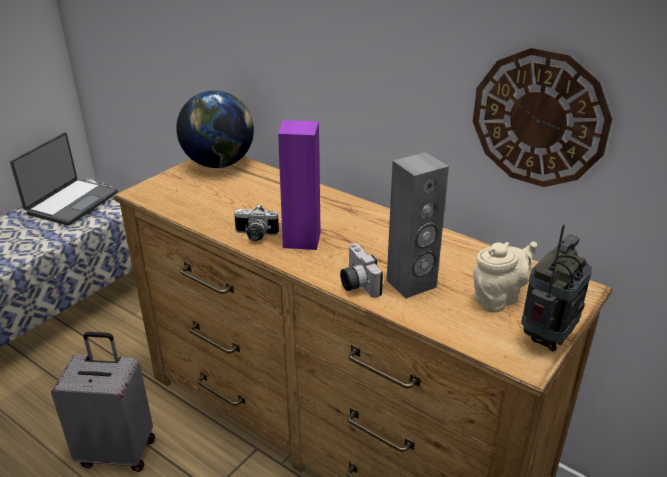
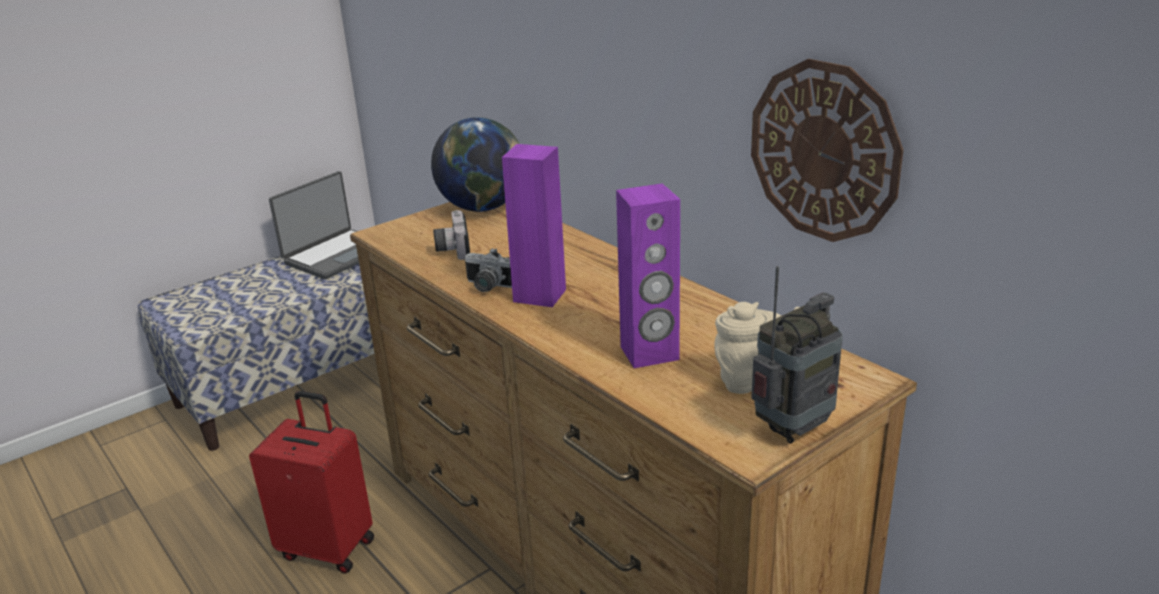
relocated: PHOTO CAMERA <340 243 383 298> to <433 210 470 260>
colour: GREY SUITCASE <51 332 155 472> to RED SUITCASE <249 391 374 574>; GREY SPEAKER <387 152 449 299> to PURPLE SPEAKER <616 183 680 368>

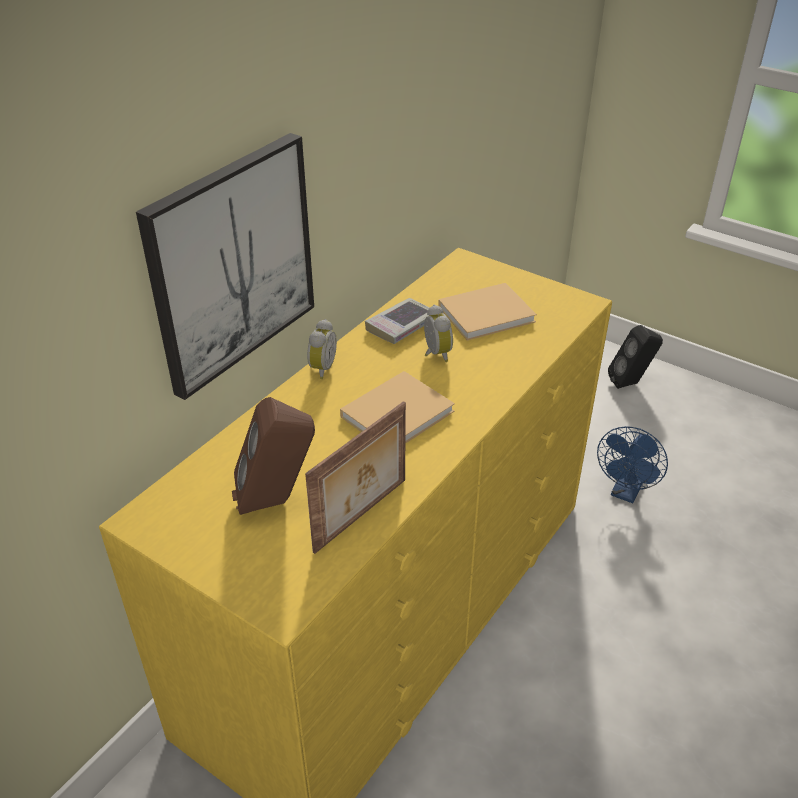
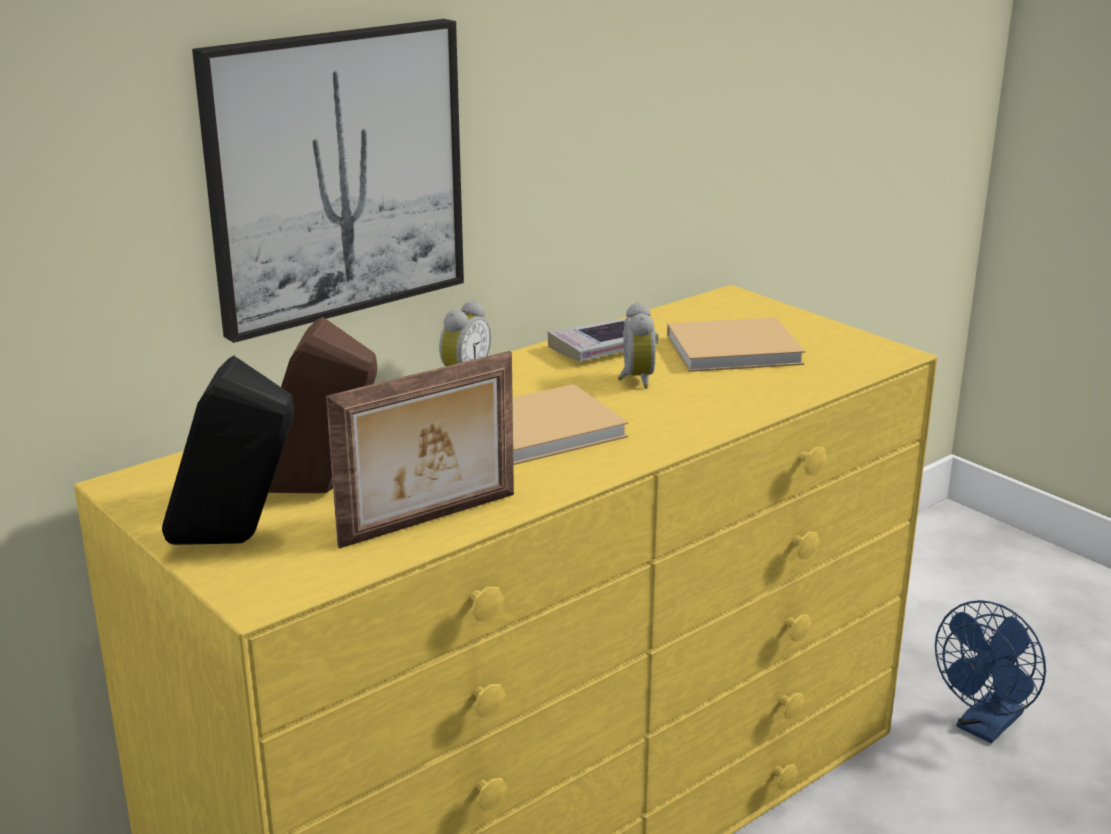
relocated: BLACK SPEAKER <608 325 663 389> to <162 356 294 545>

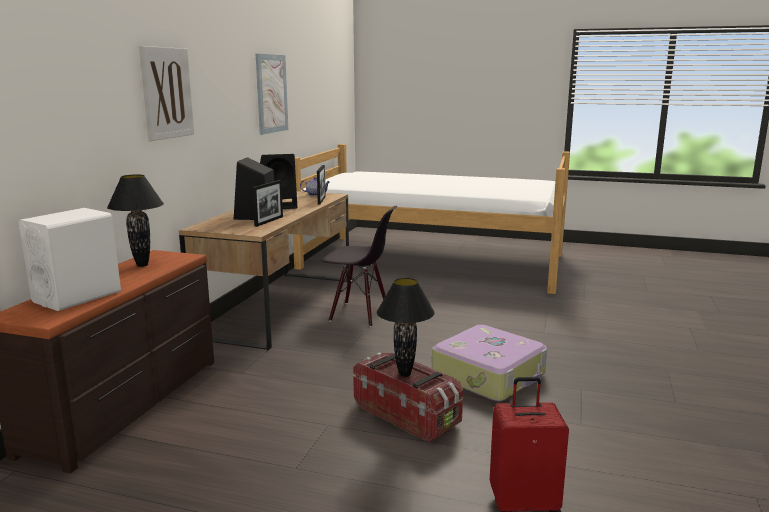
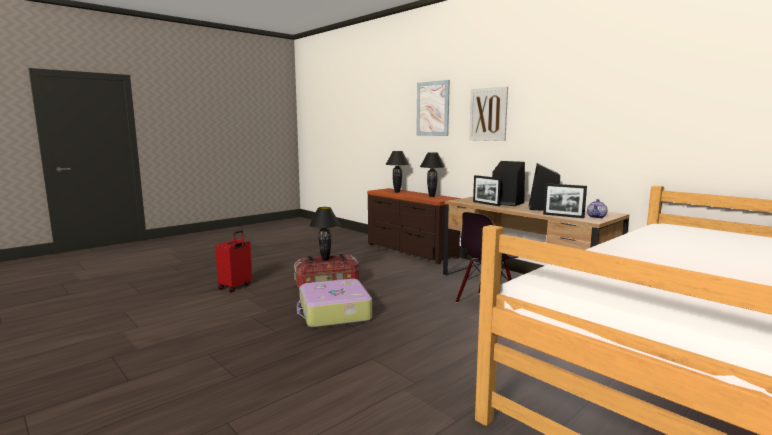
relocated: PICTURE <256 54 288 135> to <416 80 450 136>
exchanged: WHITE SPEAKER <19 208 121 311> to BLACK TABLE LAMP <386 151 409 192>

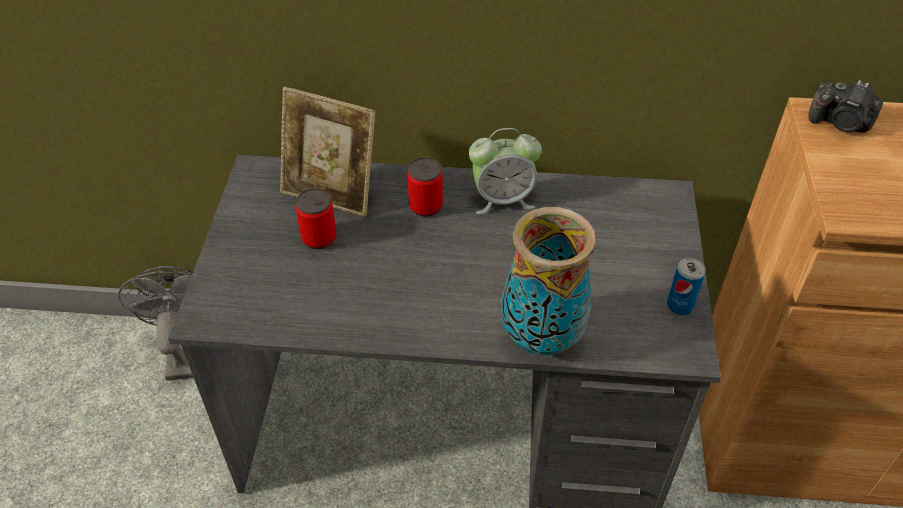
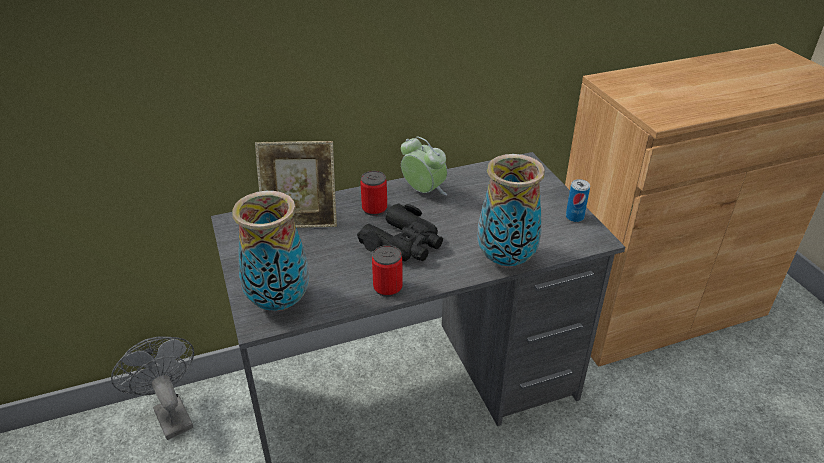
missing: PHOTO CAMERA <808 80 883 133>
appeared: VASE <232 191 310 311>; BLACK BINOCULARS <357 203 443 261>
relocated: CAN <296 189 336 249> to <372 245 403 297>
spun: ALARM CLOCK <469 128 542 214> = <401 136 447 196> 105 degrees counterclockwise

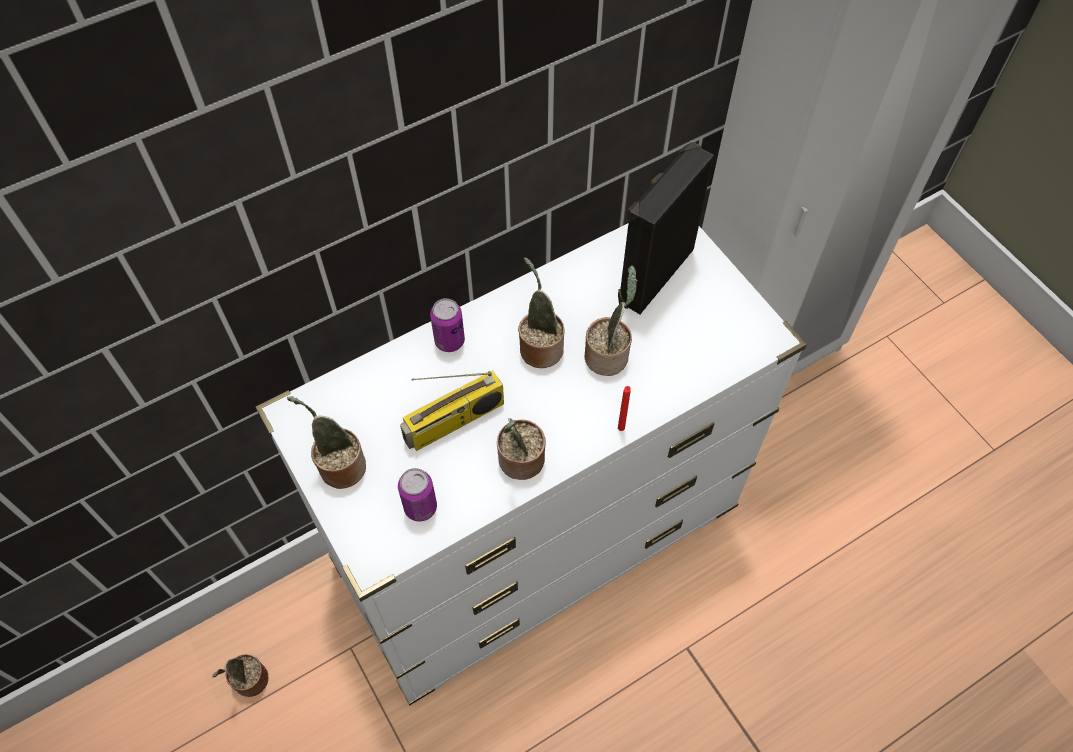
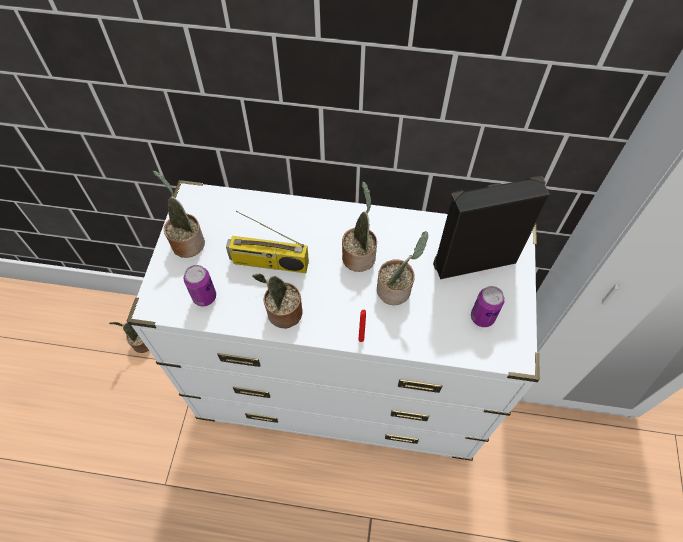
relocated: CAN <430 298 465 352> to <471 286 505 327>

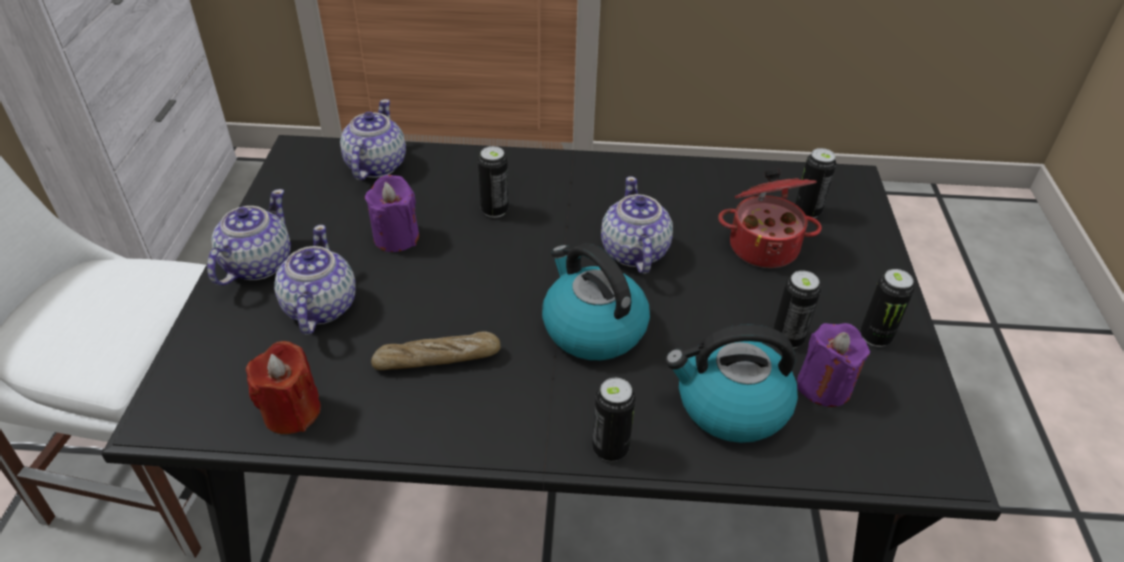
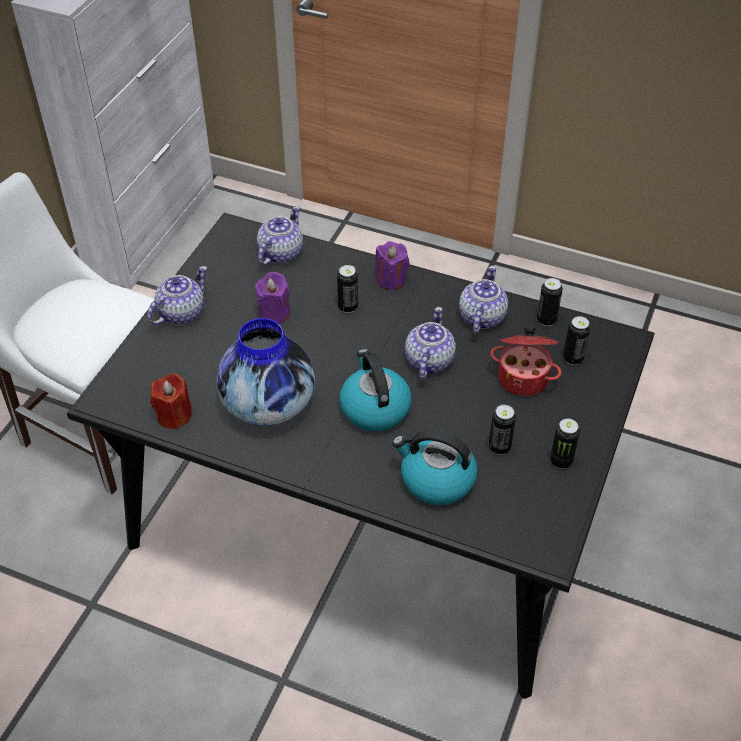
relocated: PURPLE CANDLE <797 323 870 407> to <375 241 409 290>; TEAPOT <274 225 356 335> to <459 266 508 334>; CAN <592 378 635 462> to <537 278 563 326>
exchanged: BREAD <371 331 501 370> to VASE <216 318 315 425>

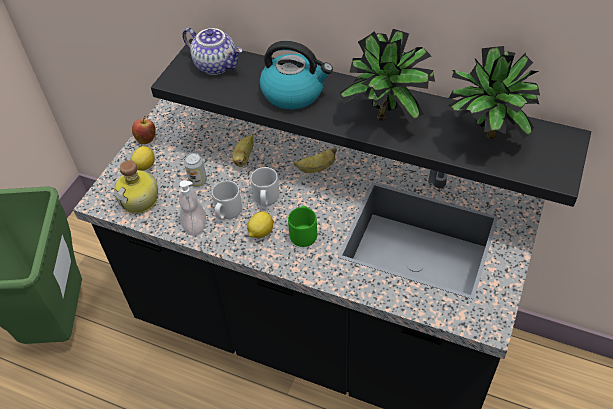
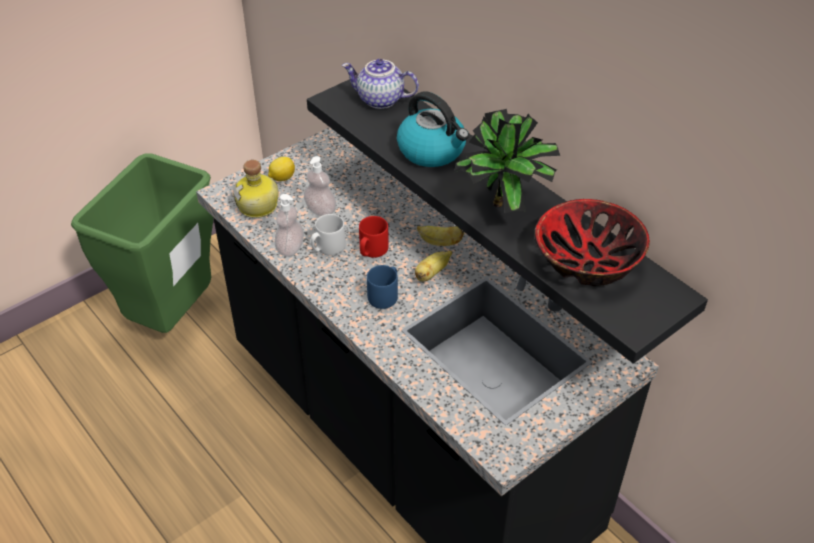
missing: APPLE <132 116 156 145>; LEMON <247 212 273 238>
relocated: BANANA <232 134 254 167> to <415 251 452 282>
exchanged: CAN <184 153 207 187> to SOAP DISPENSER <304 156 336 216>; POTTED PLANT <448 46 540 139> to BOWL <534 199 650 286>
colour: GREY MUG <251 167 279 207> to RED MUG <359 216 389 258>; GREEN MUG <288 206 317 247> to BLUE MUG <367 265 398 309>
spun: TEAPOT <182 28 242 75> = <342 59 419 109> 135 degrees clockwise

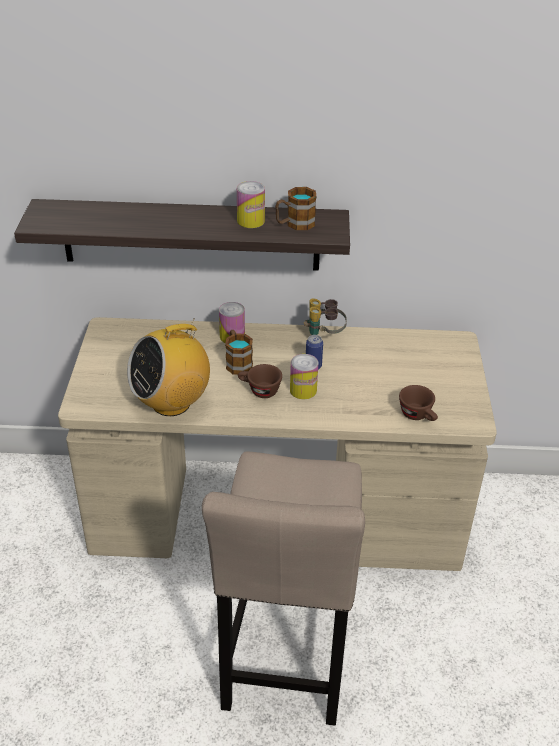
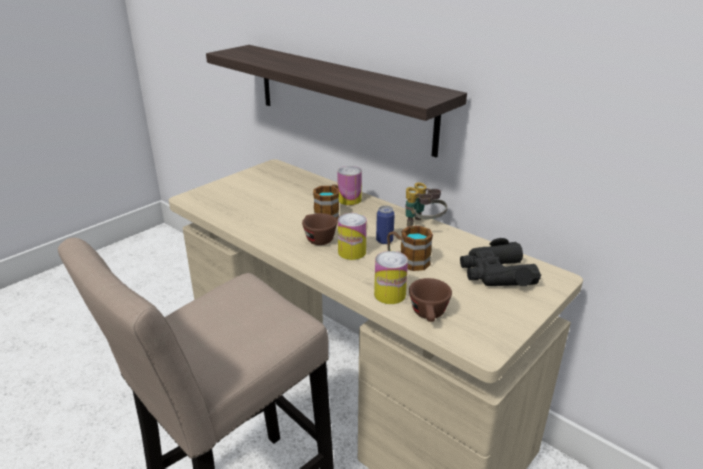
missing: RADIO <127 318 210 416>
appeared: BLACK BINOCULARS <460 238 541 286>
relocated: CAN <237 181 265 228> to <374 251 408 304>; MUG <275 187 317 230> to <387 226 433 271>

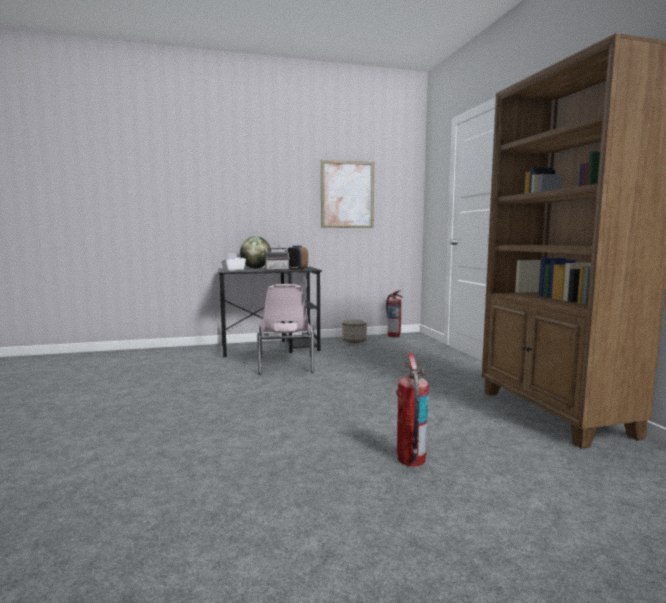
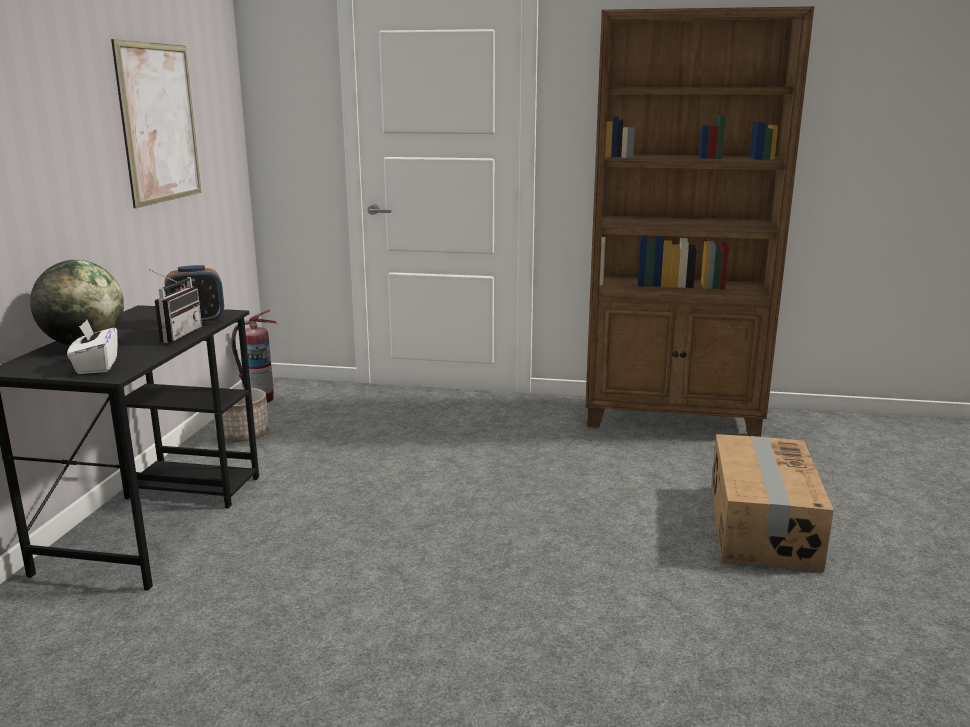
missing: PINK CHAIR <257 284 314 374>
exchanged: FIRE EXTINGUISHER <396 353 428 466> to CARDBOARD BOX <711 434 834 572>

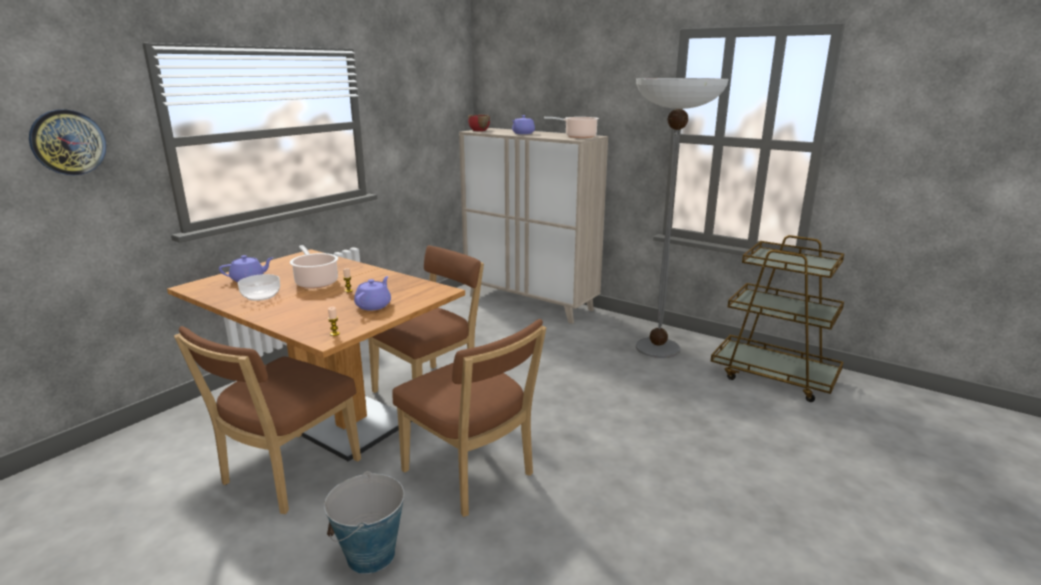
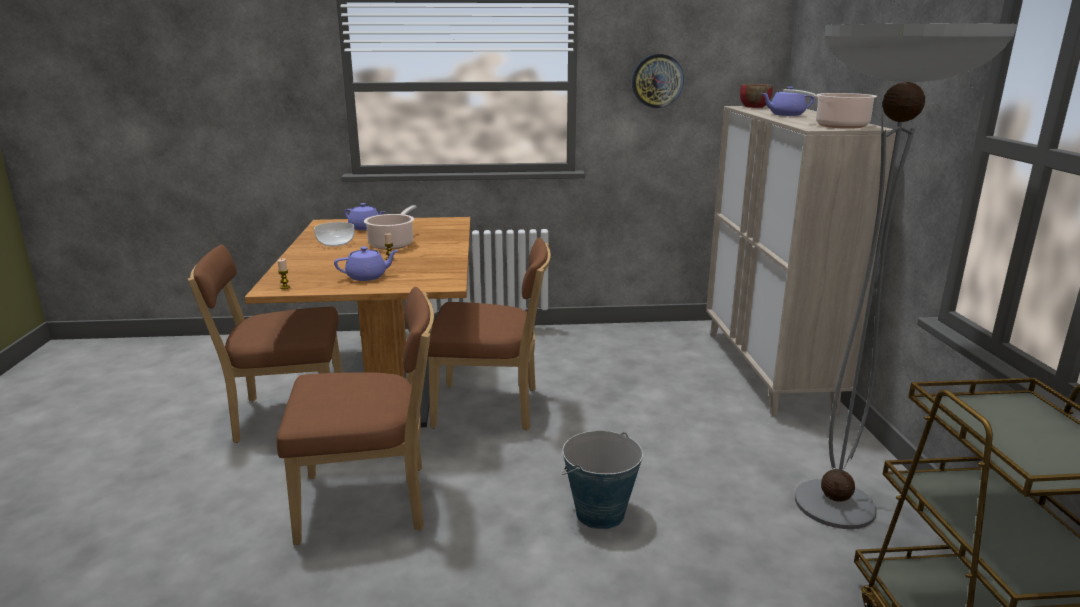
relocated: BUCKET <324 471 404 574> to <561 430 643 530>; WALL CLOCK <29 109 106 175> to <632 54 684 108>
spun: BROWN CHAIR <392 319 546 517> = <277 287 434 545> 105 degrees counterclockwise

